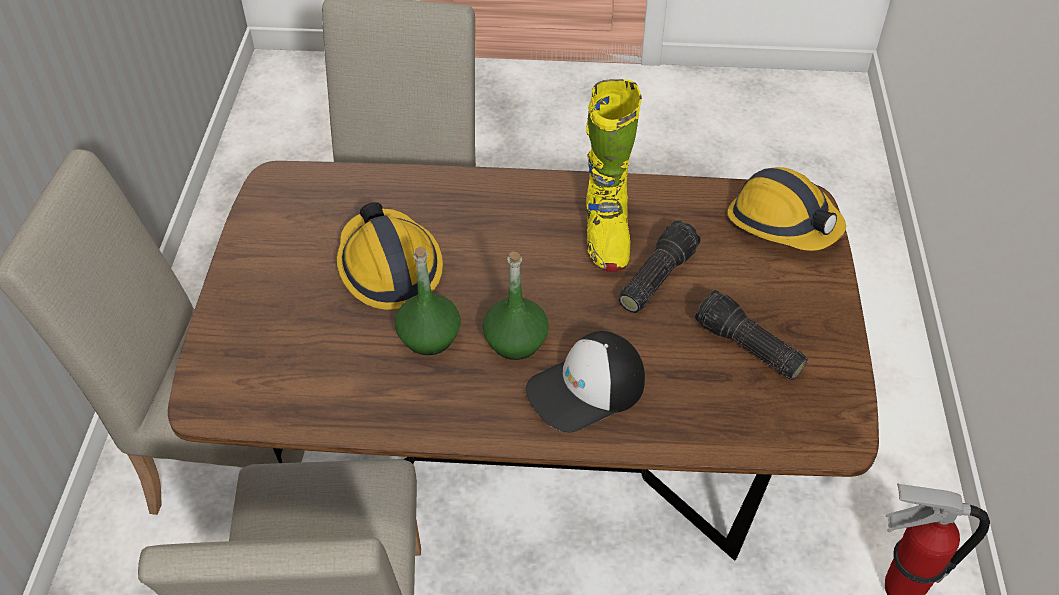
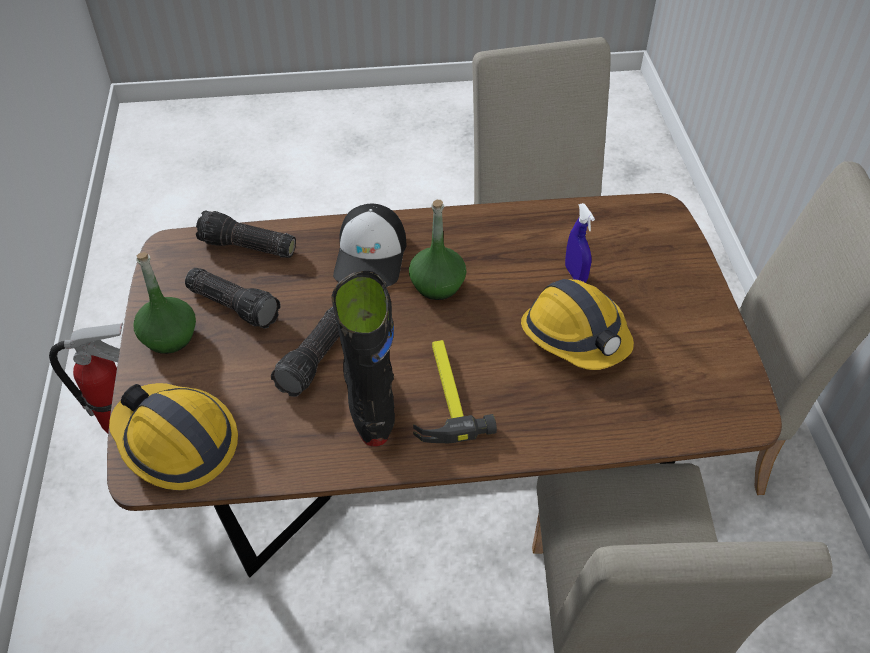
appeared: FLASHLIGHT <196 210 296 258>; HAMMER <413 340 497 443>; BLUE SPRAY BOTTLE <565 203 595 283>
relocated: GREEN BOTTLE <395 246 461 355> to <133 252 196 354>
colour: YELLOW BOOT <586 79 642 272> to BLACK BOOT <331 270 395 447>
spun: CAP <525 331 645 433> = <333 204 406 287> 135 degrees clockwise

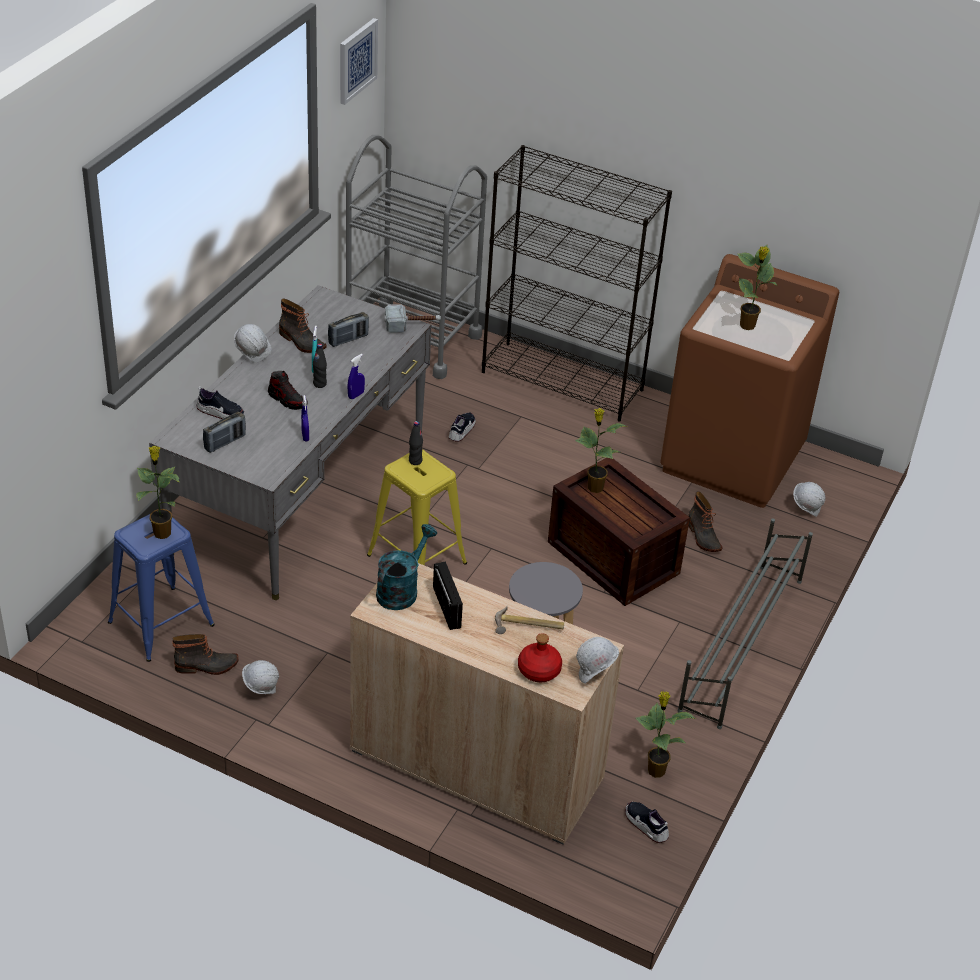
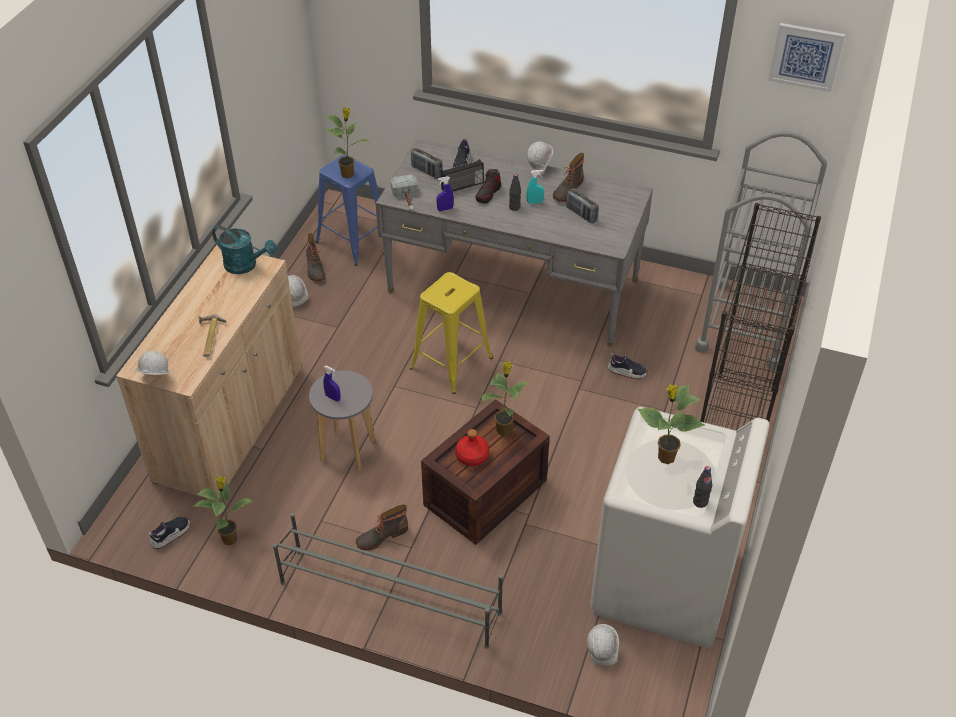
relocated: BLUE SPRAY BOTTLE <347 354 365 399> to <323 365 341 402>; BOOT <688 491 723 552> to <356 504 408 550>; HAMMER <384 304 441 333> to <390 175 418 211>; RADIO <433 562 463 630> to <441 159 484 191>; RED BOTTLE <518 633 562 682> to <455 429 490 466>; BLACK BOTTLE <409 421 423 465> to <693 466 712 508>
colour: BROWN WASHING MACHINE <660 254 839 508> to WHITE WASHING MACHINE <590 407 770 648>

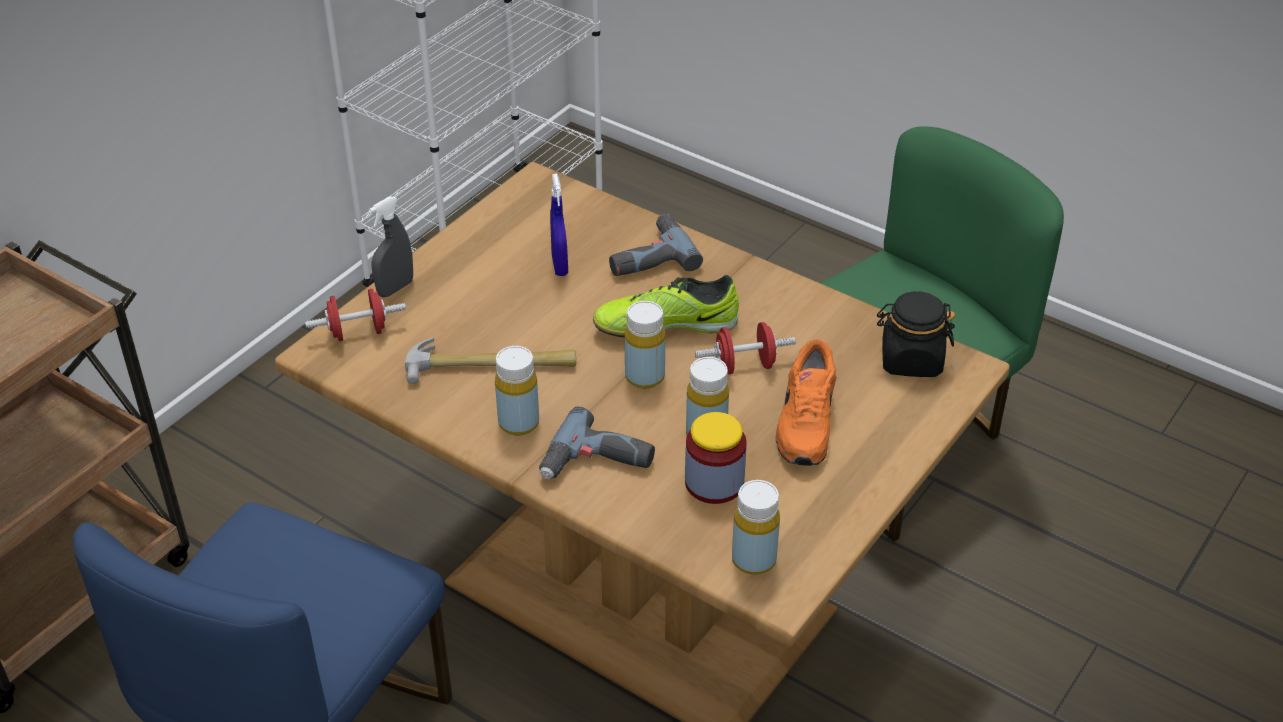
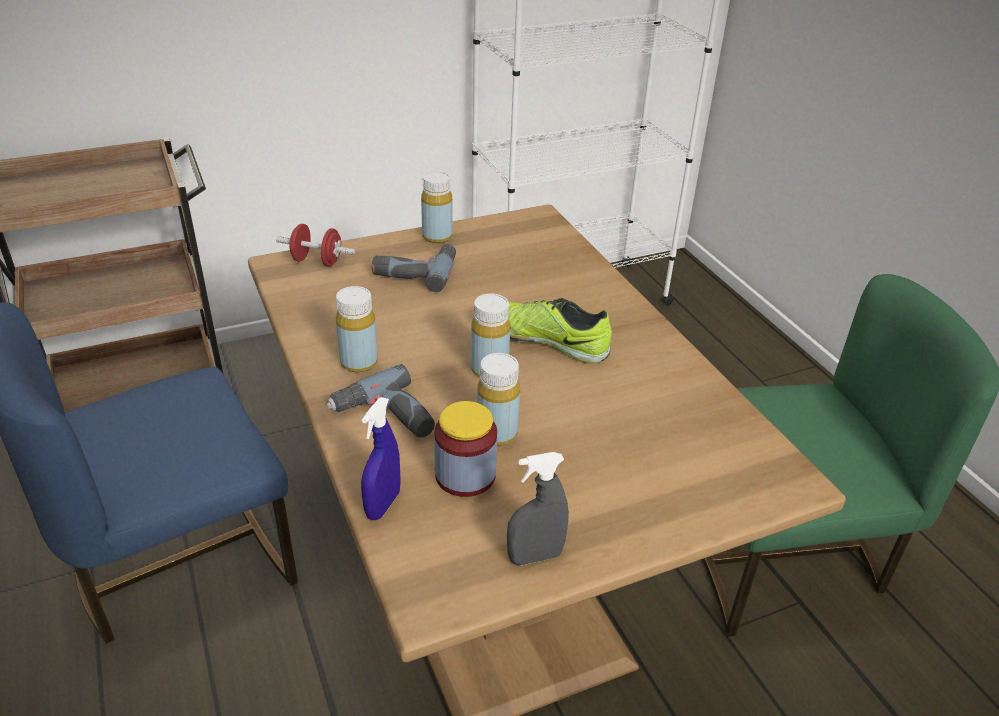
missing: HAMMER <405 338 576 384>; RED DUMBBELL <695 322 796 374>; ORANGE SHOE <776 339 836 466>; BLACK JAR <877 291 955 377>
relocated: BLUE SPRAY BOTTLE <550 173 568 276> to <361 397 401 520>; POWER DRILL <609 214 703 276> to <372 244 456 292>; YELLOW BOTTLE <732 480 780 575> to <421 171 453 243>; GREY SPRAY BOTTLE <369 196 413 297> to <507 452 569 565>

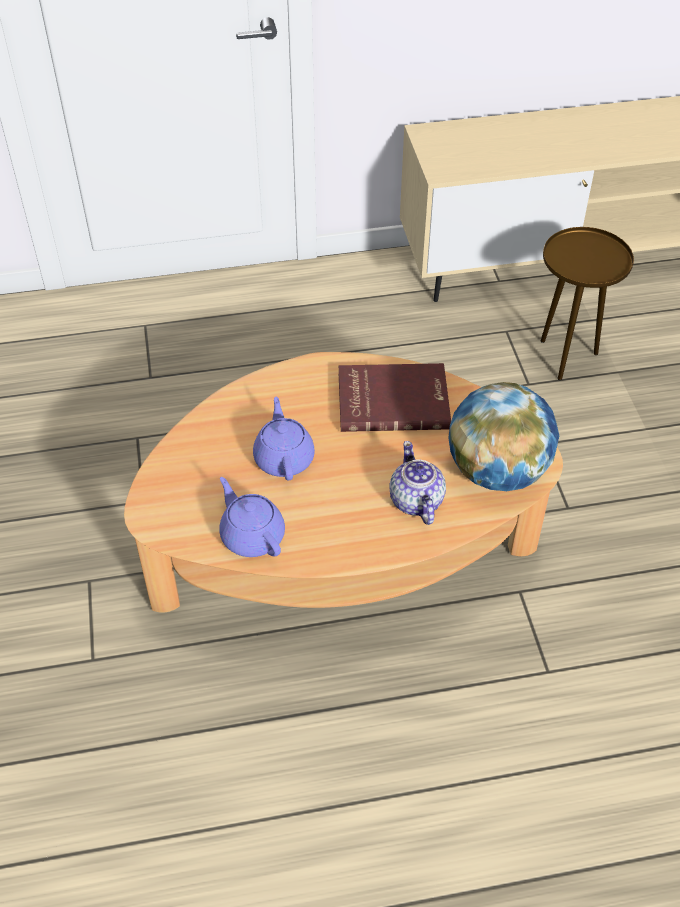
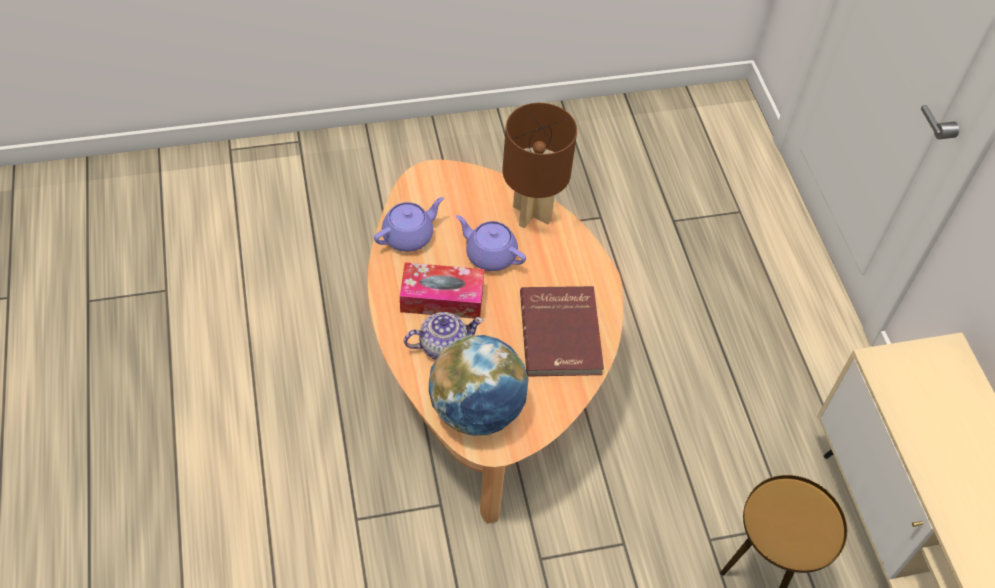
appeared: TISSUE BOX <400 262 484 319>; BROWN TABLE LAMP <503 103 577 229>
spun: PURPLE TEAPOT <253 397 315 481> = <456 215 526 271> 135 degrees counterclockwise

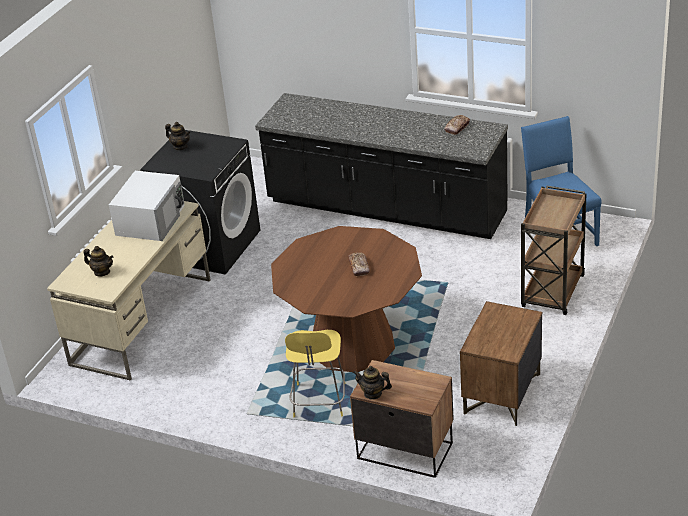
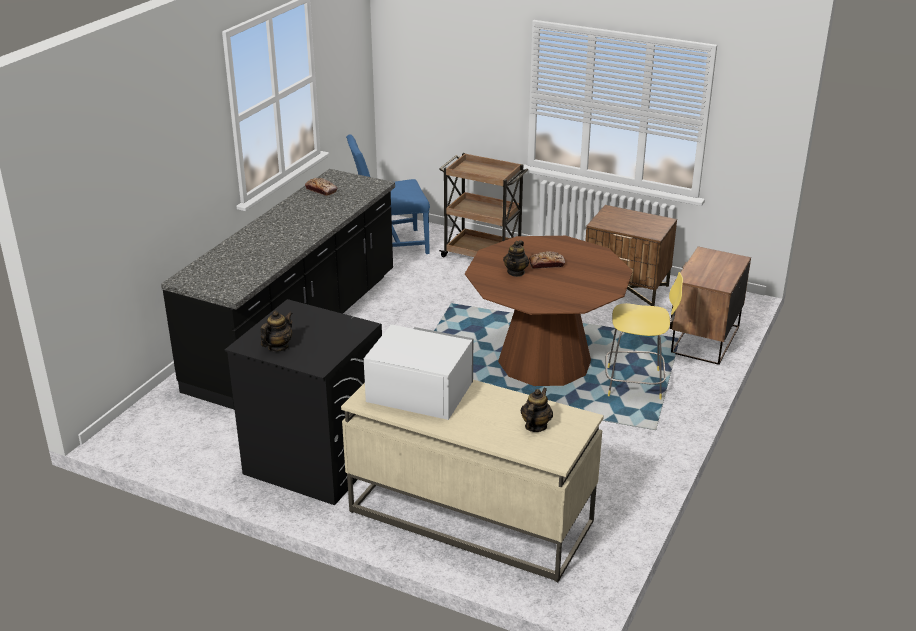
relocated: TEAPOT <353 366 392 400> to <503 240 529 277>

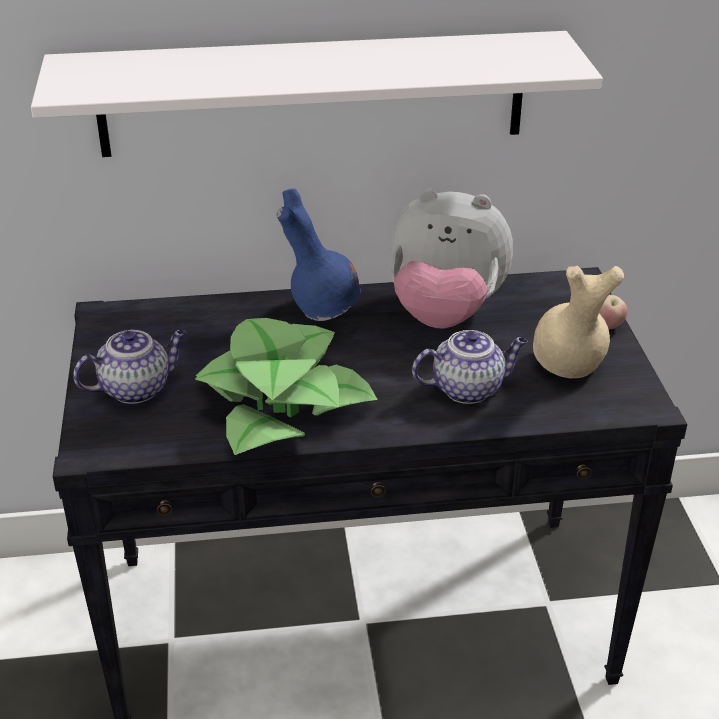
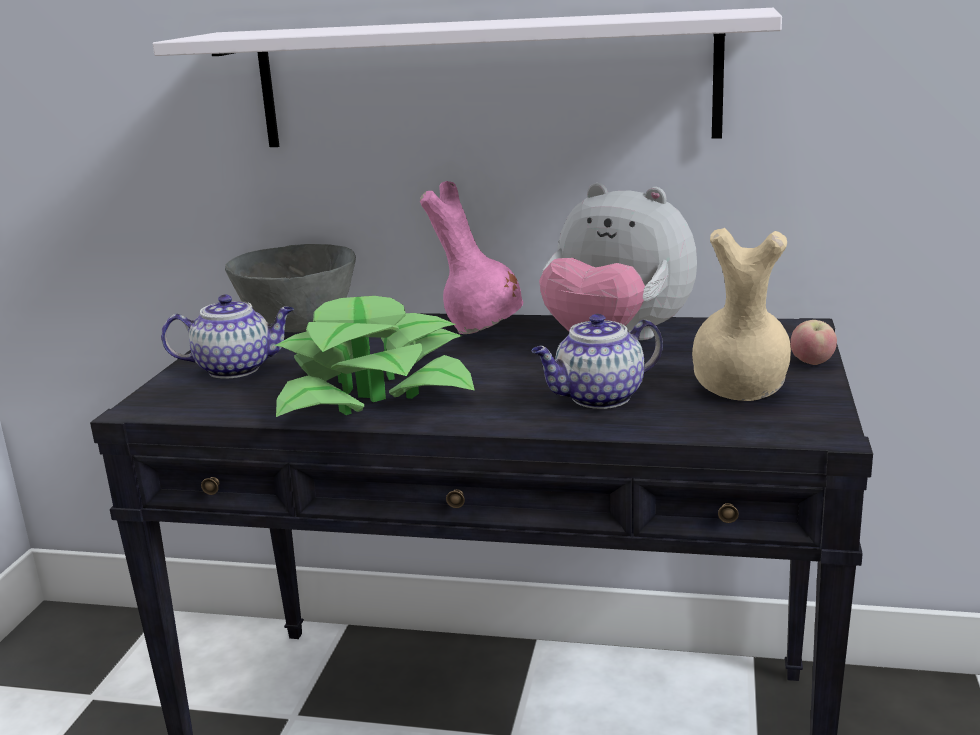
appeared: GREY BOWL <225 244 356 332>
colour: BLUE VASE <277 188 360 321> to PINK VASE <420 181 523 334>
spun: TEAPOT <412 330 527 404> = <531 314 663 409> 150 degrees clockwise

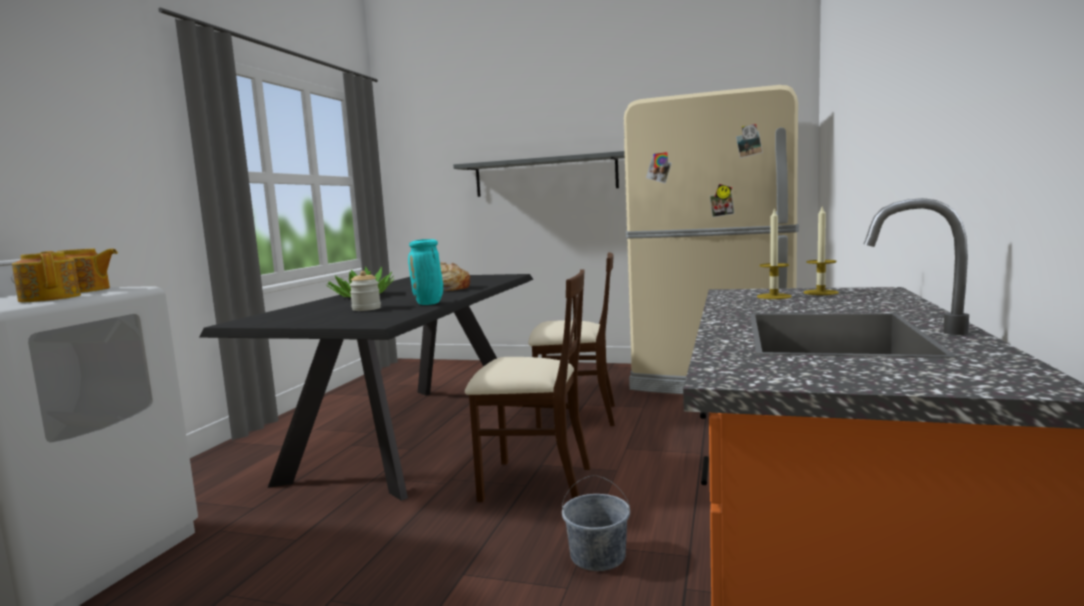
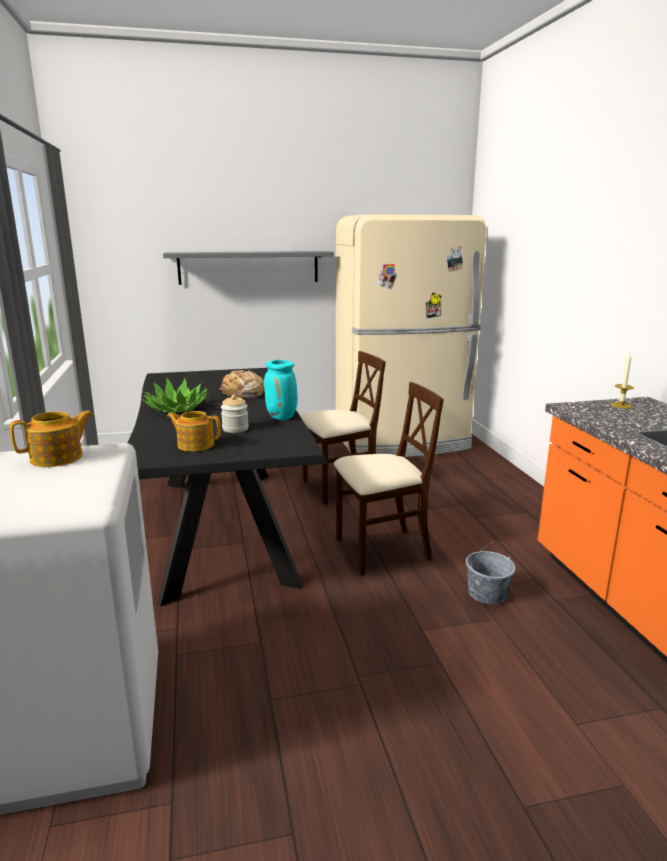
missing: CANDLE <757 207 791 299>
relocated: TEAPOT <12 252 81 302> to <167 411 221 452>

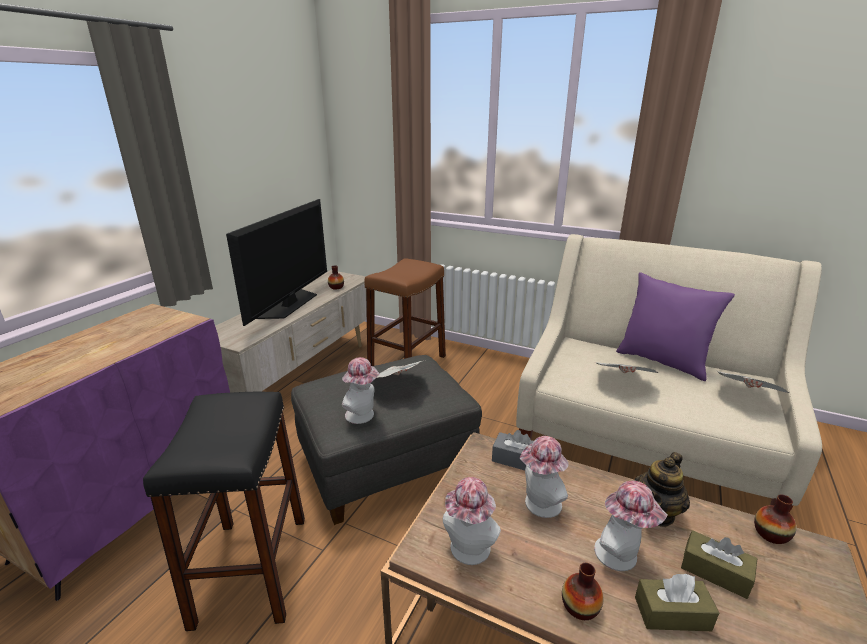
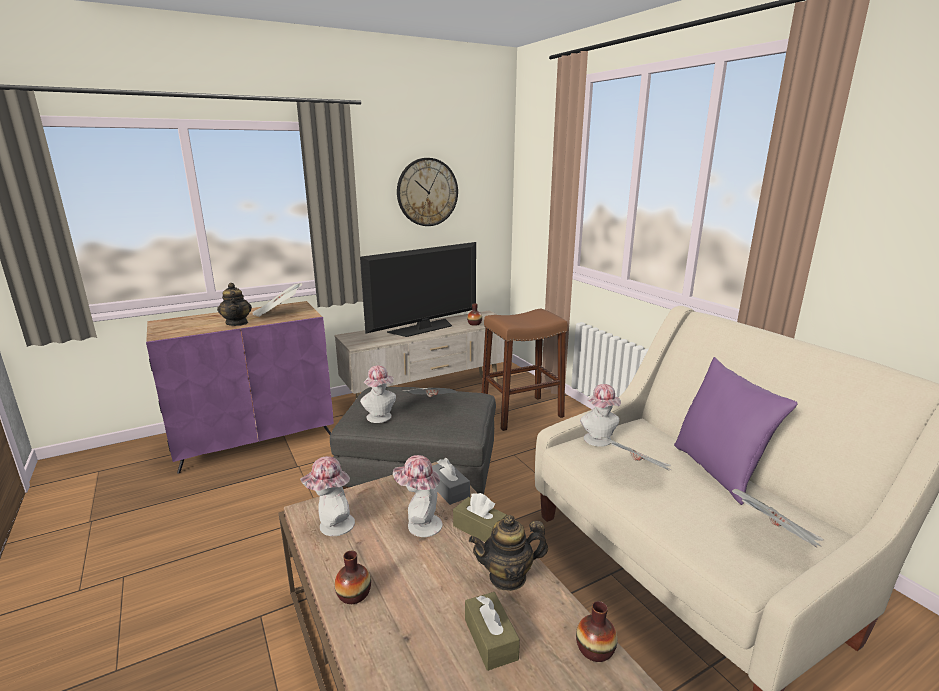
missing: BLACK STOOL <143 392 305 631>
appeared: TEAPOT <217 283 252 326>; NEWSPAPER <252 283 302 317>; WALL CLOCK <397 158 458 226>
relocated: BROWN TISSUE BOX <635 574 719 631> to <453 493 507 542>; HAT <594 481 668 571> to <580 384 621 447>

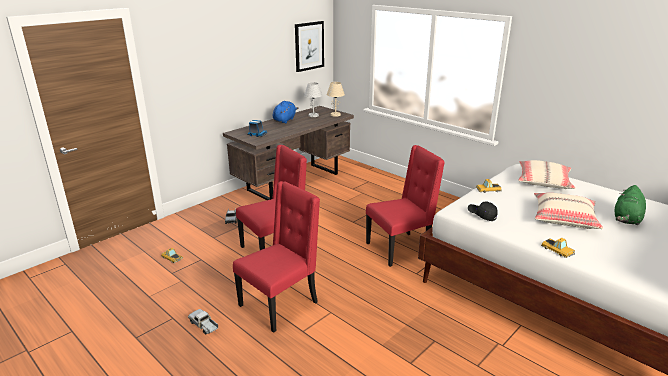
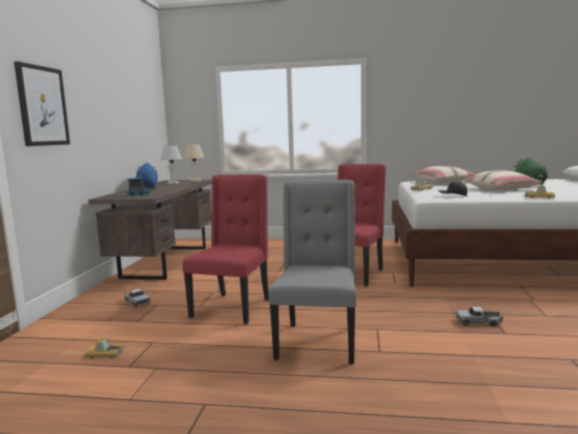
relocated: PICTURE <295 21 324 72> to <14 61 70 146>; TOY TRUCK <188 309 218 335> to <456 306 503 326>
colour: RED CHAIR <233 181 320 333> to GREY CHAIR <269 180 356 364>

